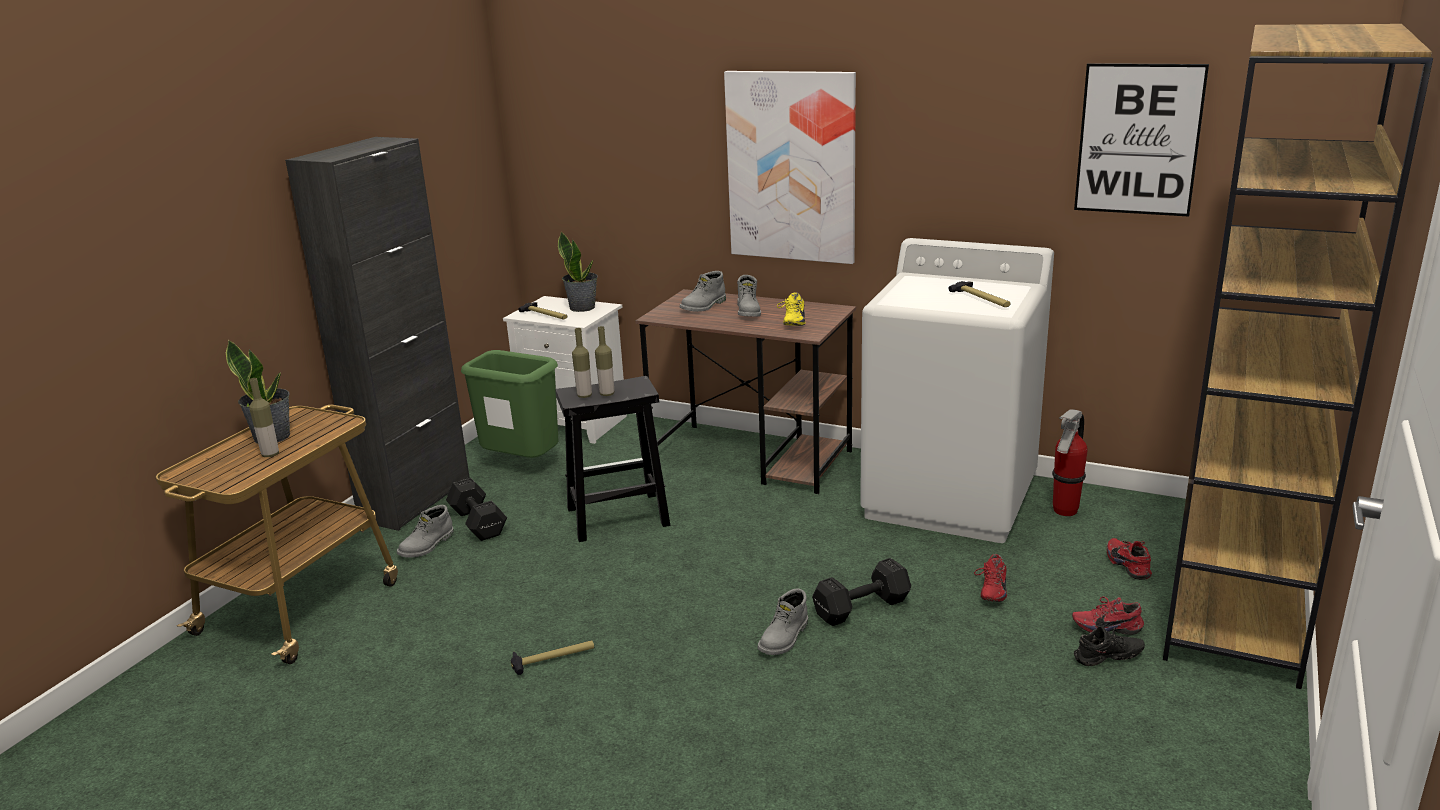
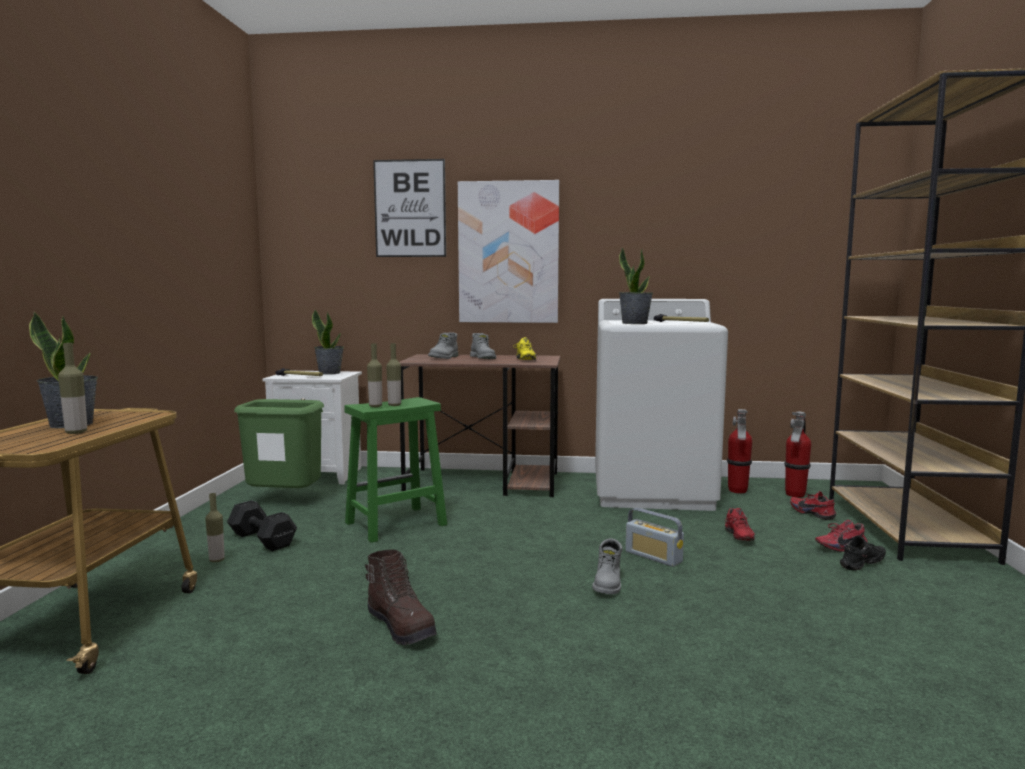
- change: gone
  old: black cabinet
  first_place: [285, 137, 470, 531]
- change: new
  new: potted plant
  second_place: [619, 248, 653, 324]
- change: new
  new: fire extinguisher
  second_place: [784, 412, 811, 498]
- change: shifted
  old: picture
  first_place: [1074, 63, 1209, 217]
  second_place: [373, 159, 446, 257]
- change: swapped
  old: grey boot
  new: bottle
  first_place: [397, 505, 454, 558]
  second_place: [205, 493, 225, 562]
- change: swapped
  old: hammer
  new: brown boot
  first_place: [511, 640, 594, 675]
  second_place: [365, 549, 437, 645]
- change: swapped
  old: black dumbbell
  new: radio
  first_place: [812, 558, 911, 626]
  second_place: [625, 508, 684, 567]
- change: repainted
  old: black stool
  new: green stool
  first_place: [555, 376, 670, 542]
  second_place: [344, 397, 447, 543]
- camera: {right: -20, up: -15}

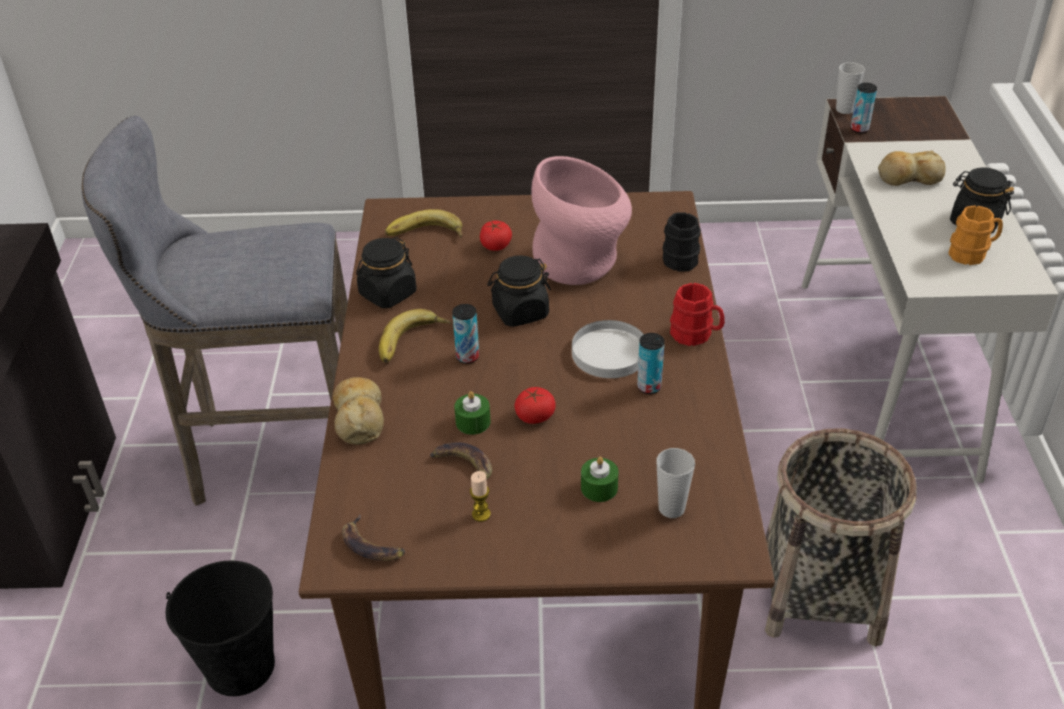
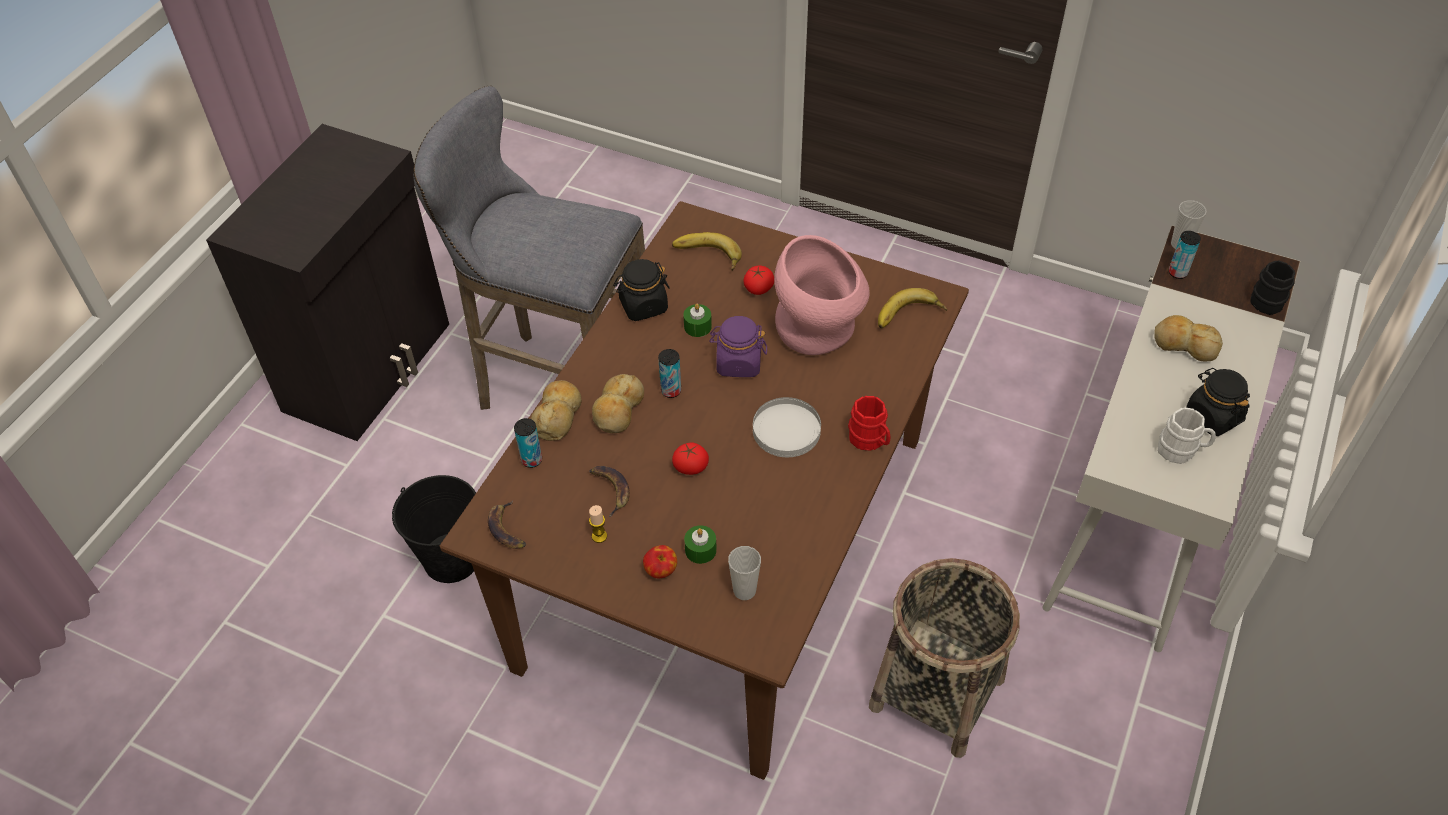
- change: new
  new: bread
  second_place: [592, 374, 644, 433]
- change: new
  new: apple
  second_place: [643, 545, 677, 578]
- change: shifted
  old: banana
  first_place: [379, 309, 451, 363]
  second_place: [878, 288, 947, 328]
- change: shifted
  old: green candle
  first_place: [454, 391, 491, 435]
  second_place: [683, 303, 712, 337]
- change: shifted
  old: can
  first_place: [637, 333, 665, 394]
  second_place: [514, 418, 542, 468]
- change: shifted
  old: black mug
  first_place: [663, 212, 701, 271]
  second_place: [1250, 260, 1295, 315]
- change: repainted
  old: black jar
  new: purple jar
  first_place: [487, 255, 551, 327]
  second_place: [709, 316, 767, 377]
- change: repainted
  old: orange mug
  new: white mug
  first_place: [949, 205, 1003, 265]
  second_place: [1158, 407, 1216, 464]
- camera: {right: 25, up: 10}

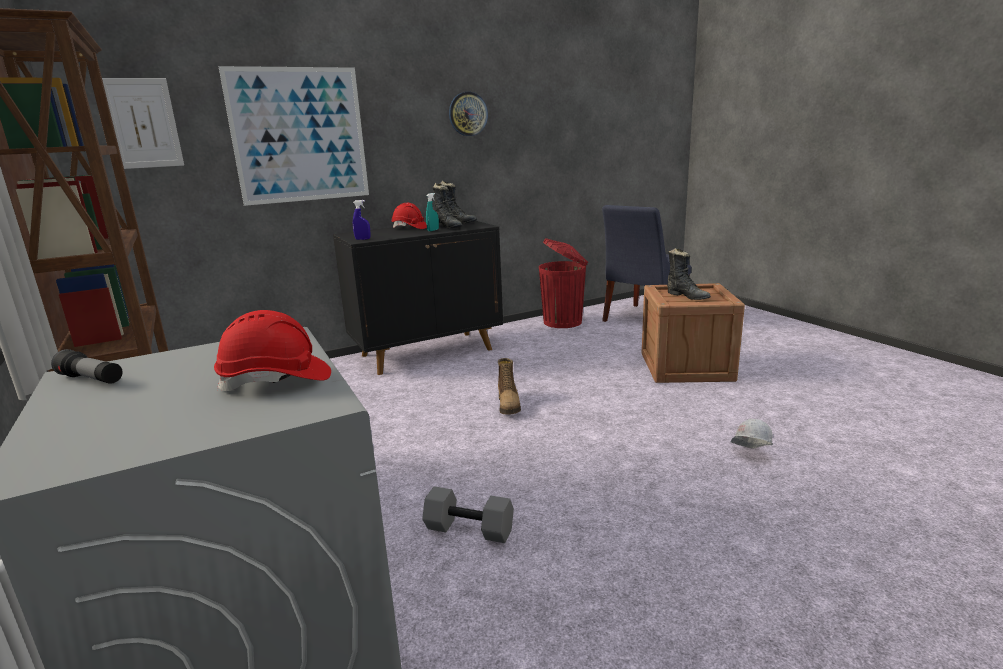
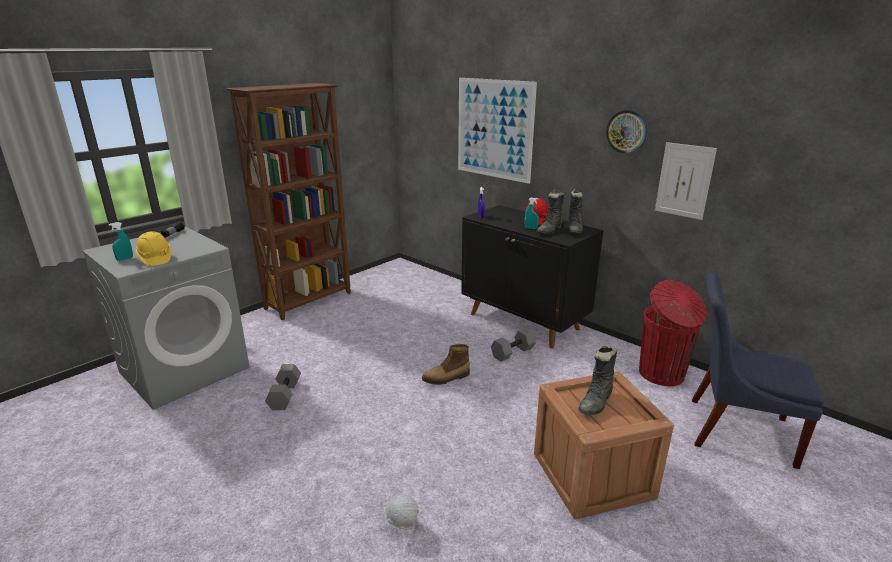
- change: new
  new: turquoise spray bottle
  second_place: [108, 222, 133, 261]
- change: new
  new: grey dumbbell
  second_place: [491, 328, 536, 362]
- change: shifted
  old: picture
  first_place: [102, 78, 184, 169]
  second_place: [655, 142, 717, 220]
- change: repainted
  old: red hard hat
  new: yellow hard hat
  first_place: [214, 310, 331, 391]
  second_place: [136, 231, 171, 266]
- camera: {right: 70, up: 5}

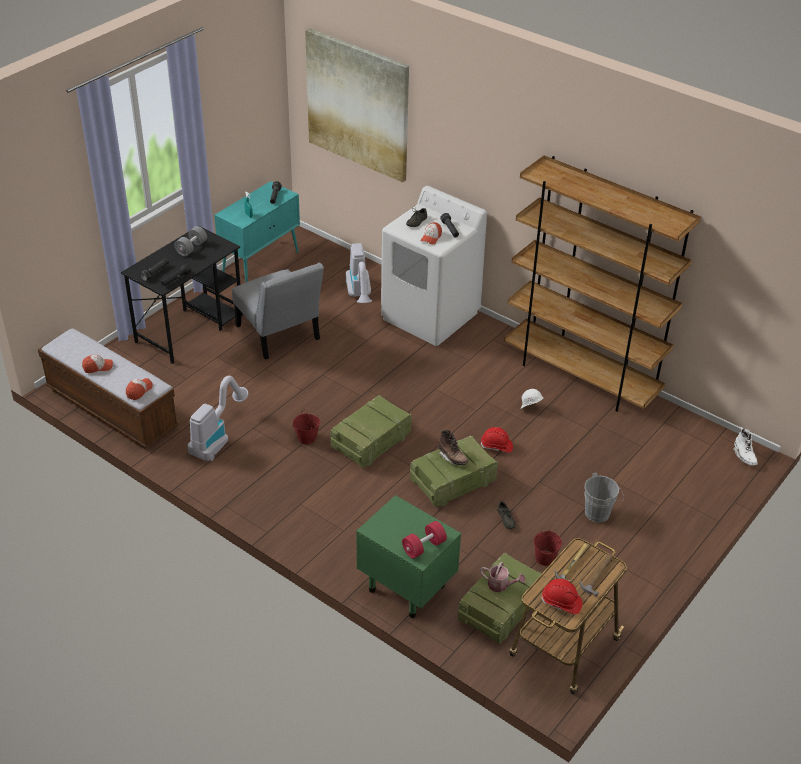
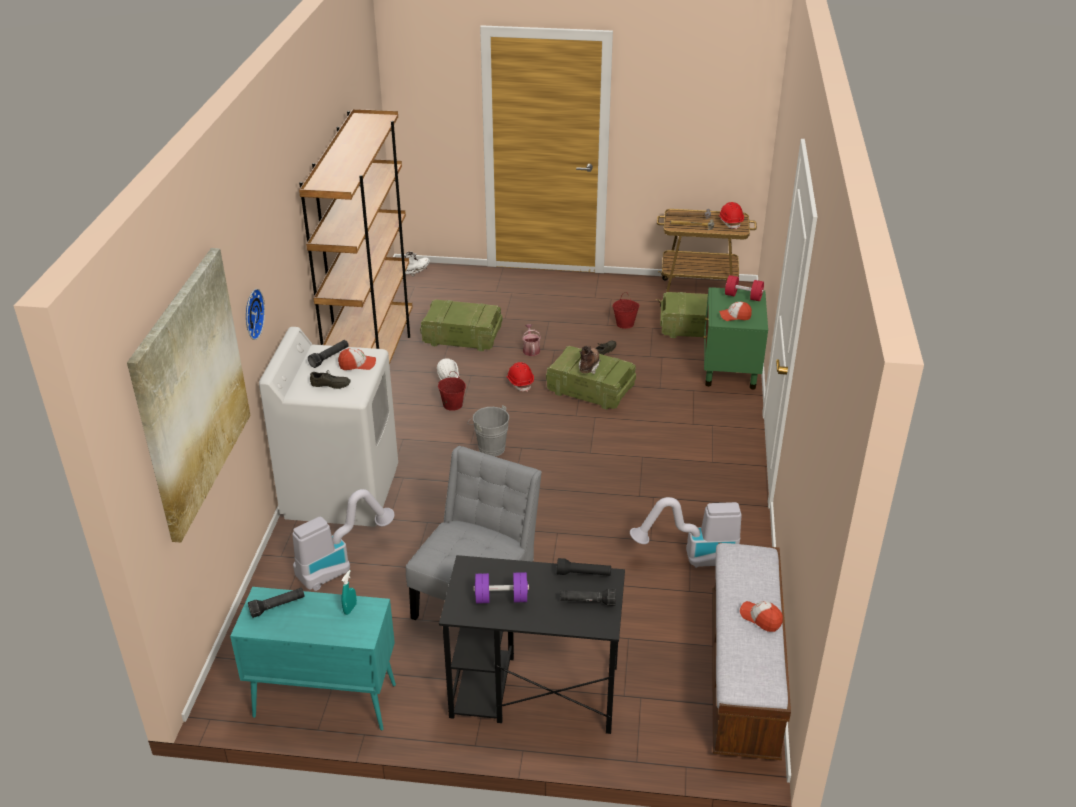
- change: new
  new: wall clock
  second_place: [246, 289, 265, 340]
- change: shifted
  old: cap
  first_place: [126, 378, 153, 400]
  second_place: [719, 302, 752, 321]
- change: shifted
  old: red bucket
  first_place: [292, 410, 320, 444]
  second_place: [438, 371, 466, 411]
- change: shifted
  old: crate
  first_place: [330, 395, 412, 468]
  second_place: [420, 299, 502, 351]
- change: shifted
  old: watering can
  first_place: [480, 562, 525, 592]
  second_place: [522, 324, 541, 356]
- change: shifted
  old: grey bucket
  first_place: [585, 473, 624, 523]
  second_place: [467, 405, 509, 457]
- change: repainted
  old: grey dumbbell
  new: purple dumbbell
  first_place: [175, 226, 207, 256]
  second_place: [473, 572, 529, 604]
- camera: {right: -120, up: -5}

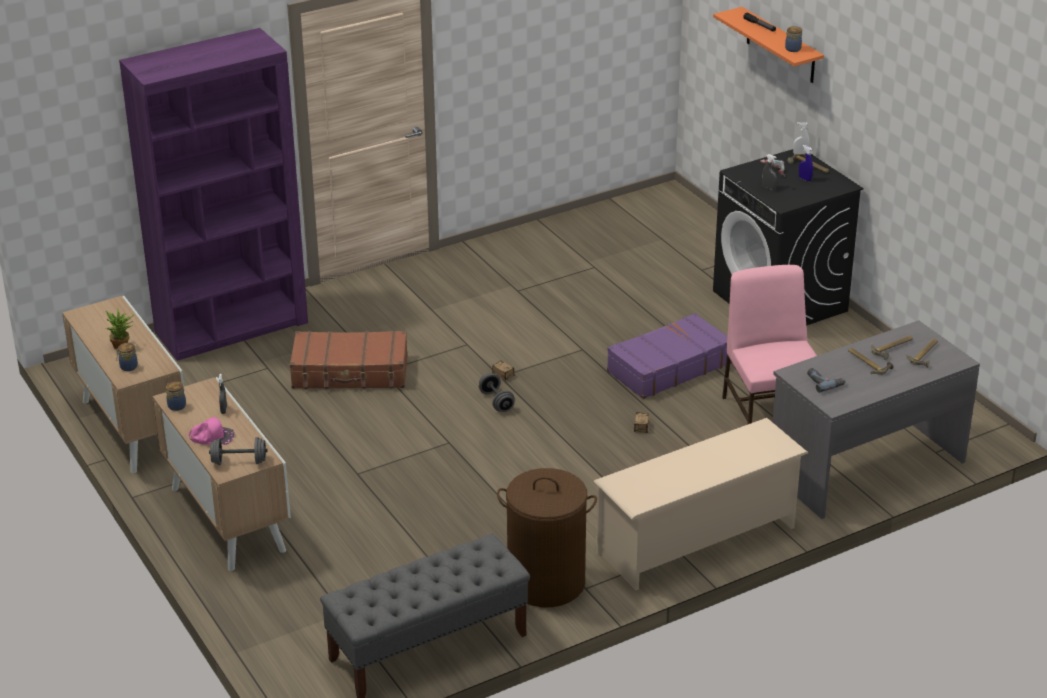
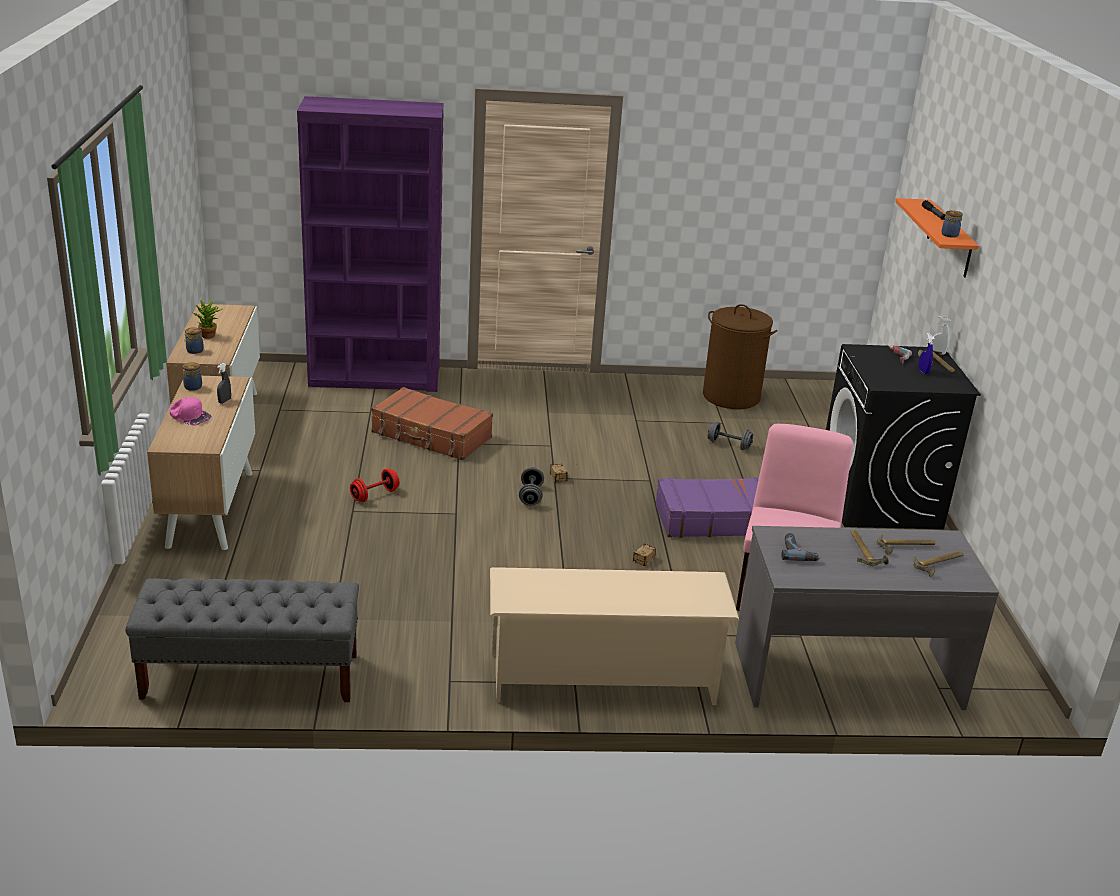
- change: gone
  old: grey spray bottle
  first_place: [762, 154, 777, 190]
- change: new
  new: red dumbbell
  second_place: [350, 469, 399, 502]
- change: shifted
  old: grey dumbbell
  first_place: [209, 437, 268, 465]
  second_place: [708, 422, 753, 450]
- change: shifted
  old: brown laundry basket
  first_place: [497, 468, 597, 607]
  second_place: [703, 304, 777, 409]
- camera: {right: 25, up: -5}

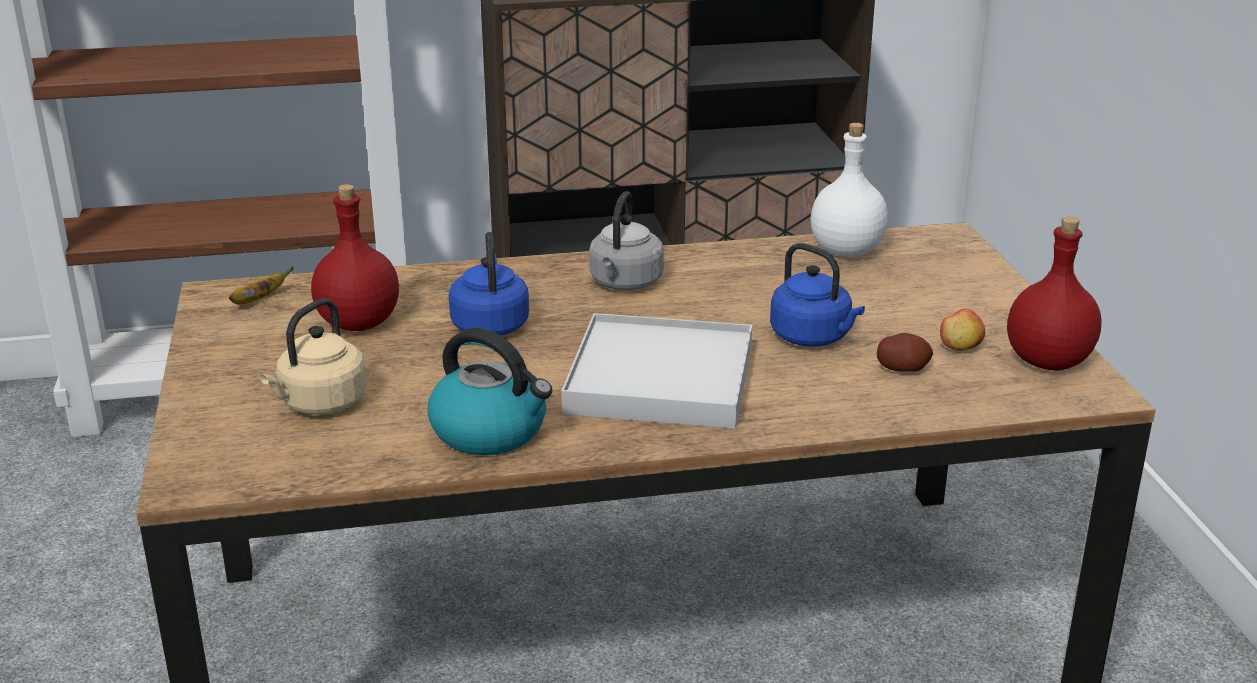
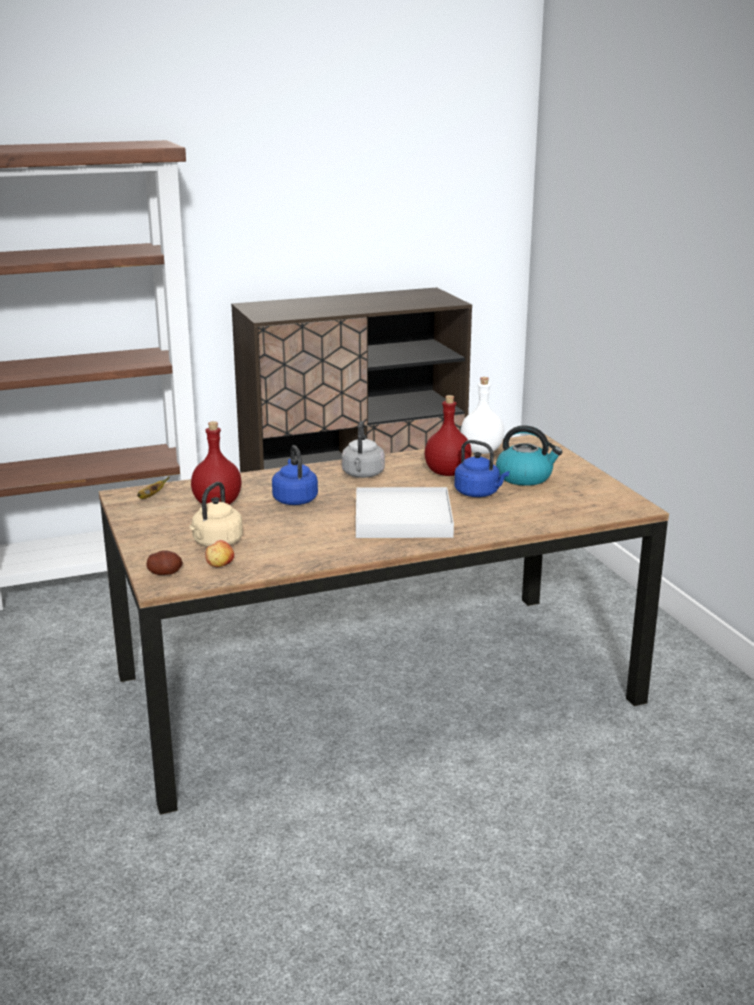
- change: shifted
  old: kettle
  first_place: [428, 328, 552, 455]
  second_place: [496, 425, 562, 486]
- change: shifted
  old: potato
  first_place: [877, 333, 933, 372]
  second_place: [147, 550, 183, 575]
- change: shifted
  old: apple
  first_place: [940, 309, 985, 350]
  second_place: [205, 540, 234, 567]
- change: shifted
  old: red bottle
  first_place: [1007, 217, 1102, 371]
  second_place: [424, 395, 472, 476]
- camera: {right: -10, up: -5}

